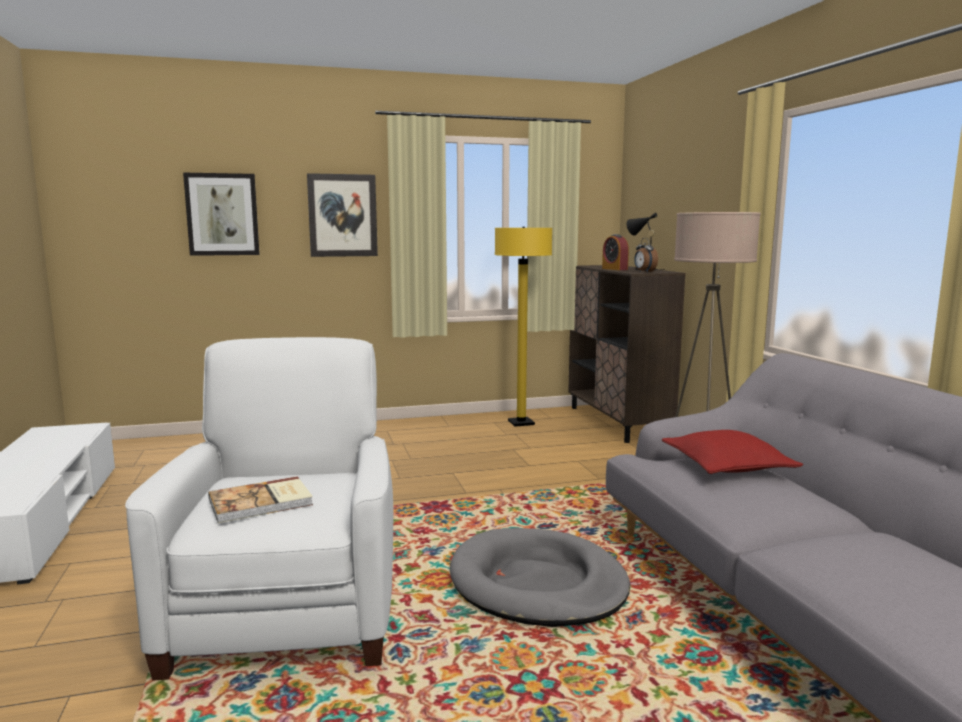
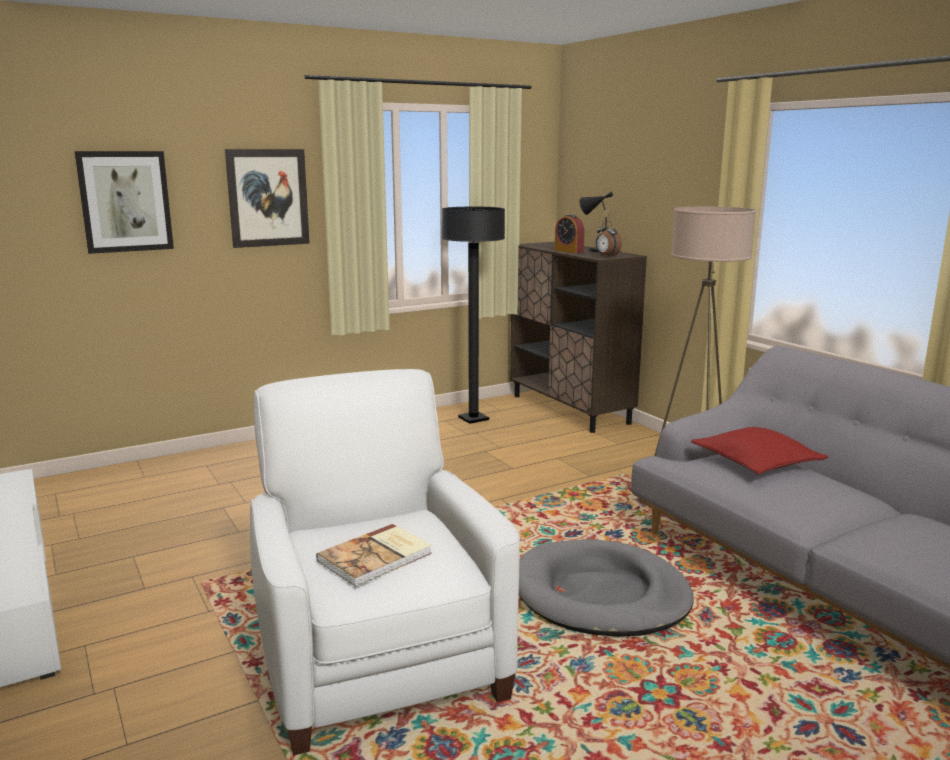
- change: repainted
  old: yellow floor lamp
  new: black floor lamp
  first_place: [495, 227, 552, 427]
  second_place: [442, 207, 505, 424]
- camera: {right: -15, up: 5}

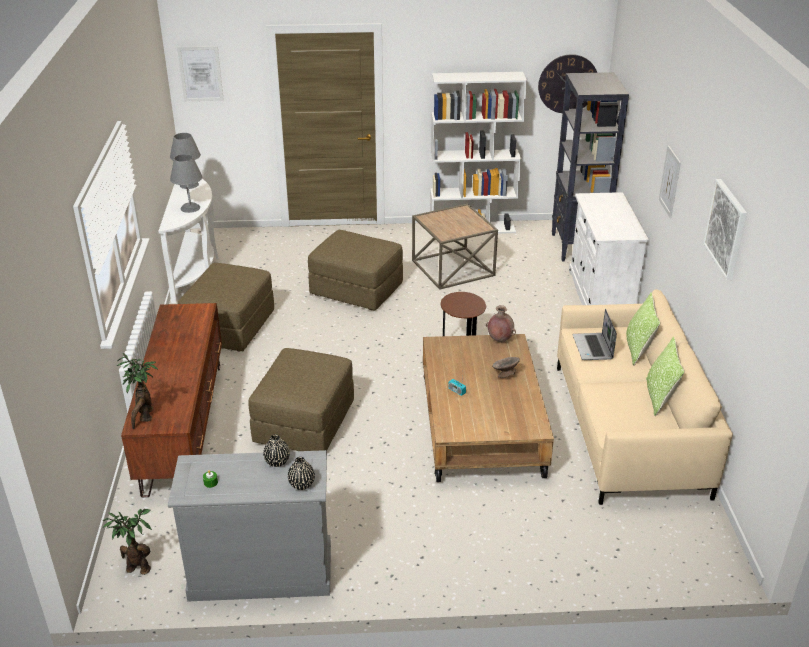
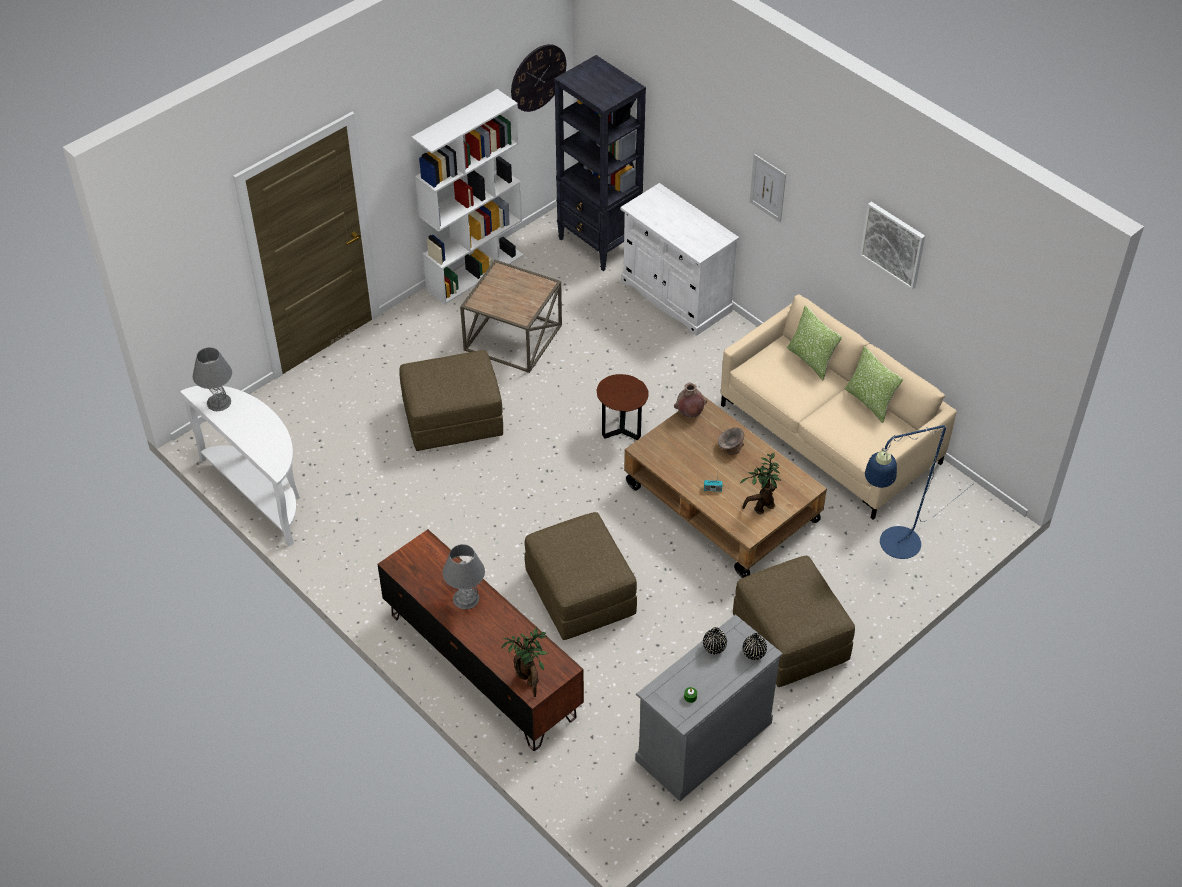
- change: gone
  old: picture
  first_place: [177, 46, 224, 101]
- change: gone
  old: laptop
  first_place: [573, 309, 617, 360]
- change: new
  new: blue floor lamp
  second_place: [865, 425, 974, 559]
- change: shifted
  old: potted plant
  first_place: [102, 509, 152, 575]
  second_place: [740, 453, 781, 514]
- change: shifted
  old: grey table lamp
  first_place: [170, 154, 202, 213]
  second_place: [442, 544, 485, 609]
- change: shifted
  old: brown ottoman
  first_place: [177, 263, 274, 351]
  second_place: [733, 556, 855, 687]
- camera: {right: -40, up: 15}

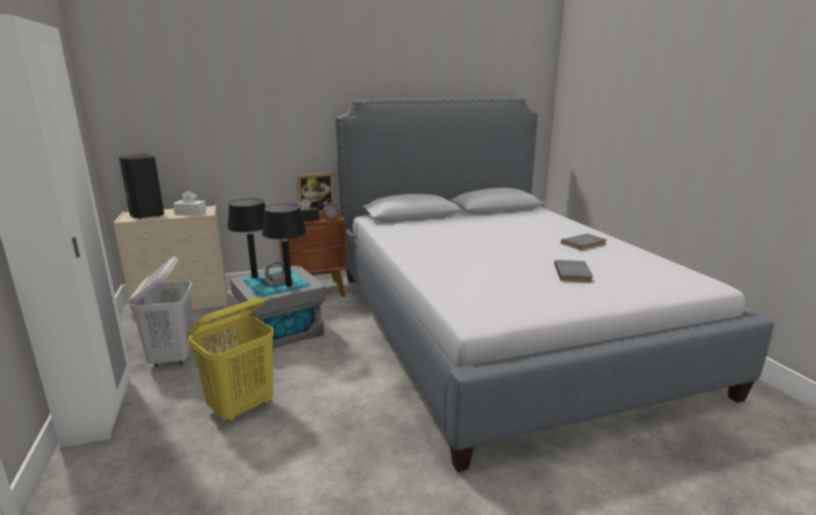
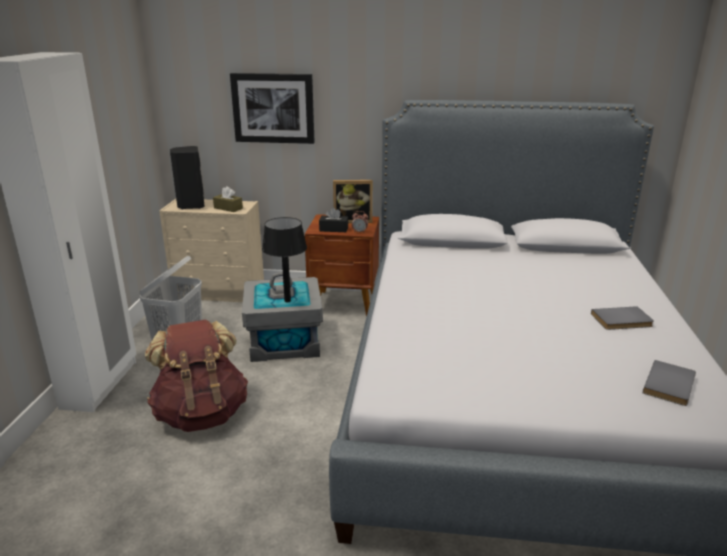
- change: gone
  old: black table lamp
  first_place: [227, 199, 265, 278]
- change: new
  new: picture
  second_place: [230, 73, 315, 144]
- change: shifted
  old: grey book
  first_place: [554, 260, 593, 282]
  second_place: [643, 360, 696, 406]
- change: swapped
  old: yellow laundry basket
  new: brown backpack
  first_place: [188, 297, 274, 423]
  second_place: [145, 319, 248, 432]
- change: repainted
  old: white tissue box
  new: brown tissue box
  first_place: [173, 191, 207, 215]
  second_place: [213, 186, 243, 212]
- camera: {right: 25, up: 5}

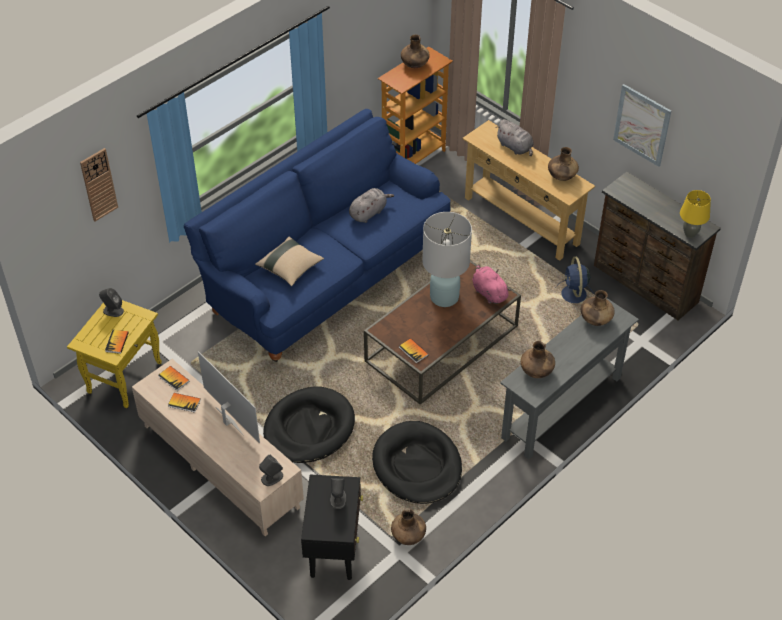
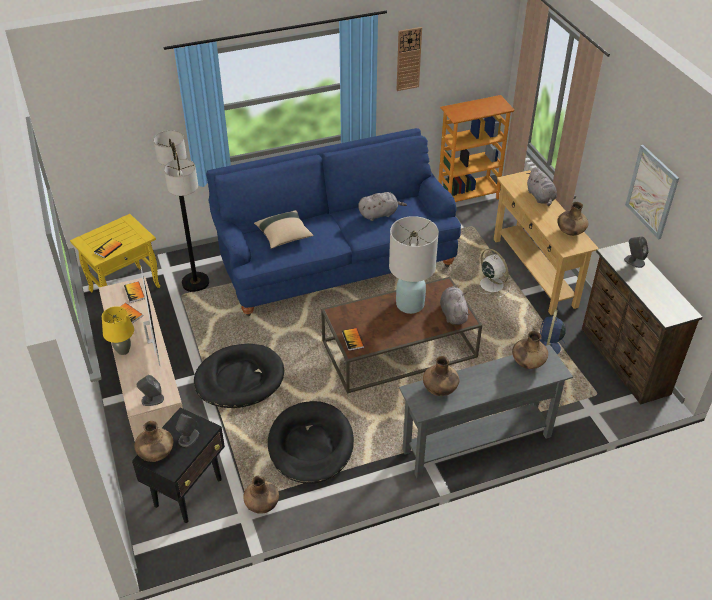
- change: new
  new: floor lamp
  second_place: [153, 131, 209, 292]
- change: new
  new: white fan
  second_place: [480, 249, 510, 298]
- change: shifted
  old: wall clock
  first_place: [80, 148, 118, 221]
  second_place: [397, 27, 422, 91]
- change: shifted
  old: grey speaker
  first_place: [99, 288, 124, 317]
  second_place: [624, 237, 649, 268]
- change: shifted
  old: brown vase
  first_place: [401, 35, 430, 68]
  second_place: [134, 421, 173, 462]
- change: shifted
  old: yellow table lamp
  first_place: [680, 190, 711, 238]
  second_place: [102, 306, 134, 355]
- change: repainted
  old: pink plush toy
  new: grey plush toy
  first_place: [472, 264, 511, 304]
  second_place: [440, 285, 470, 325]
- camera: {right: 25, up: -5}

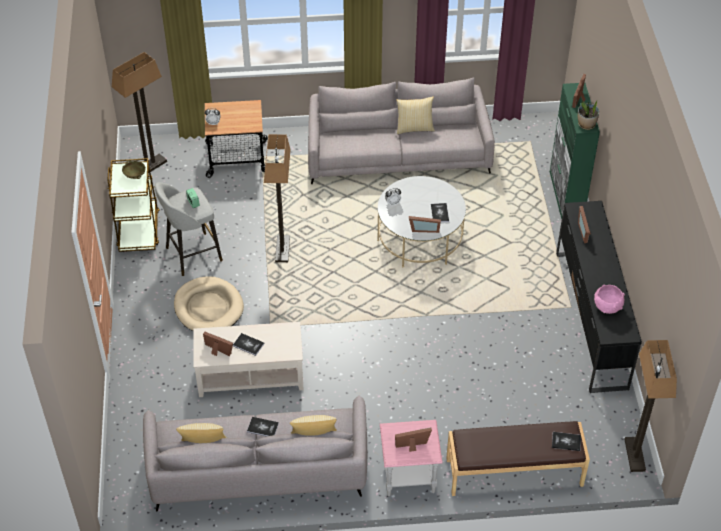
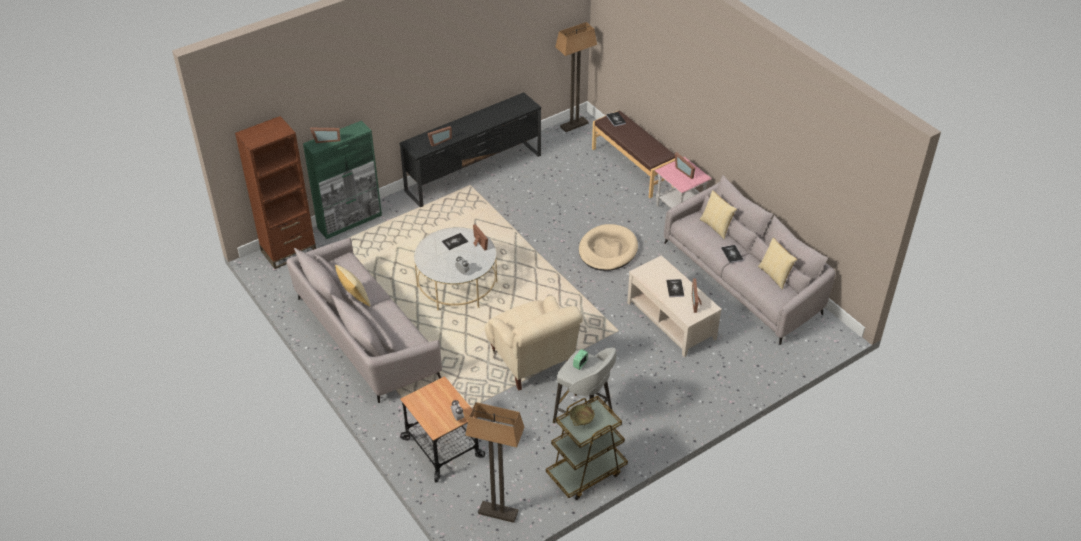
- change: gone
  old: potted plant
  first_place: [578, 100, 599, 130]
- change: gone
  old: pink bowl
  first_place: [594, 285, 625, 314]
- change: new
  new: brown bookcase
  second_place: [235, 116, 316, 269]
- change: shifted
  old: beige dog bed
  first_place: [174, 276, 244, 331]
  second_place: [579, 224, 638, 271]
- change: swapped
  old: floor lamp
  new: beige armchair
  first_place: [264, 134, 291, 262]
  second_place: [485, 296, 583, 390]
- camera: {right: -120, up: -5}

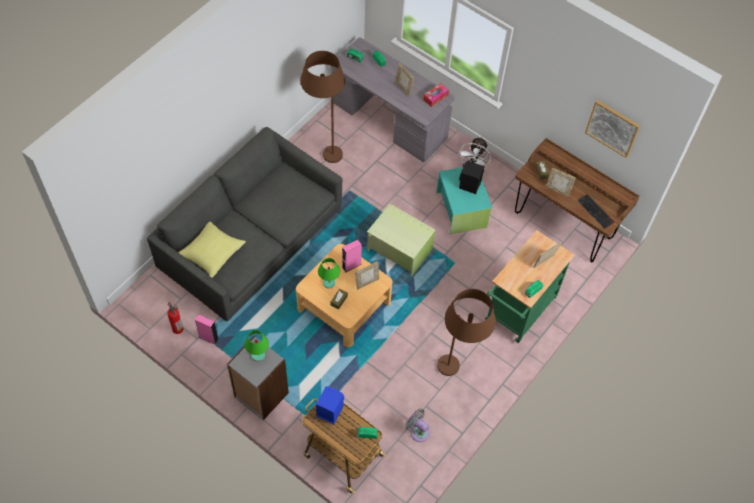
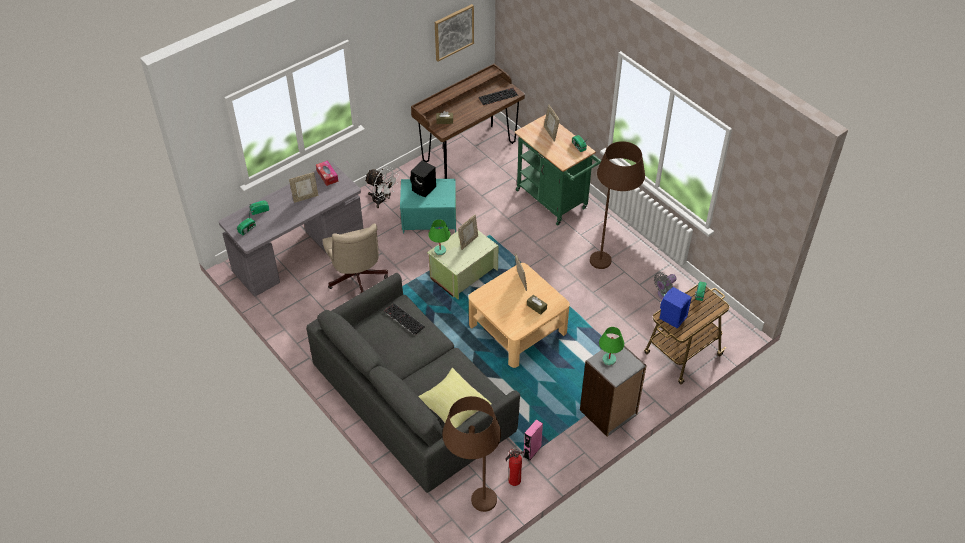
- change: gone
  old: pink speaker
  first_place: [342, 240, 362, 272]
- change: new
  new: beige office chair
  second_place: [323, 224, 388, 293]
- change: new
  new: keyboard
  second_place: [384, 303, 425, 335]
- change: shifted
  old: brown floor lamp
  first_place: [300, 51, 345, 163]
  second_place: [443, 396, 501, 512]
- change: shifted
  old: green table lamp
  first_place: [318, 258, 340, 289]
  second_place: [428, 219, 451, 255]
- change: shifted
  old: picture frame
  first_place: [546, 167, 576, 197]
  second_place: [458, 214, 478, 250]
- camera: {right: -75, up: -10}

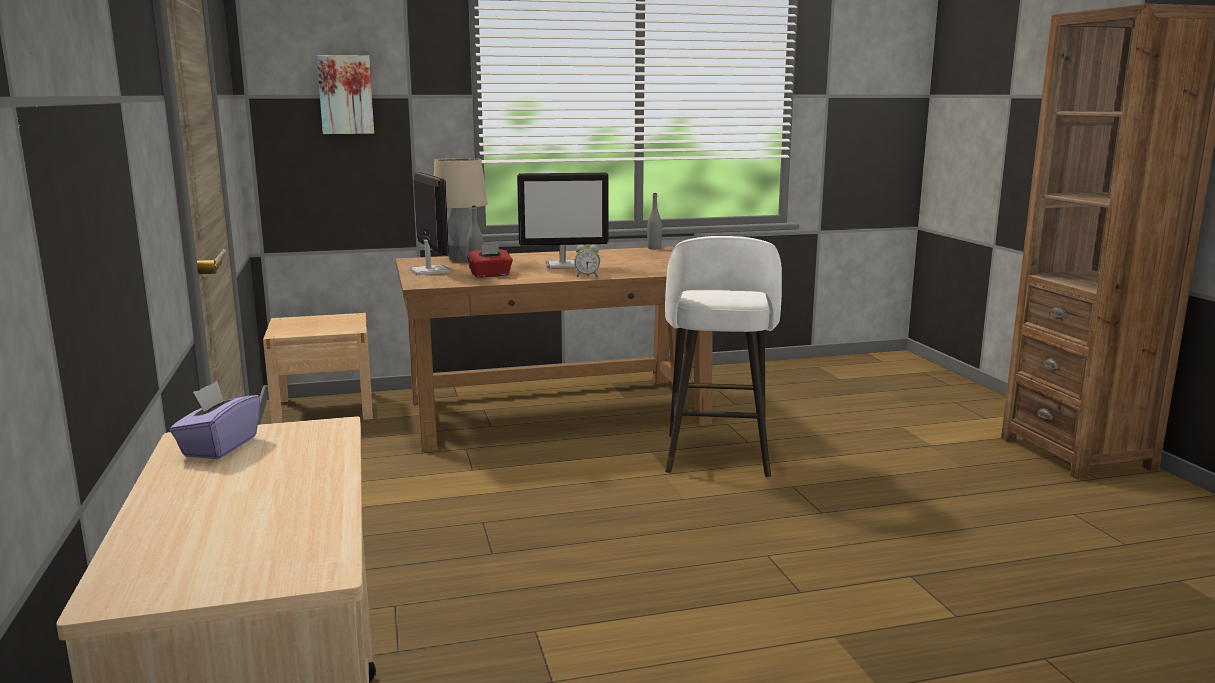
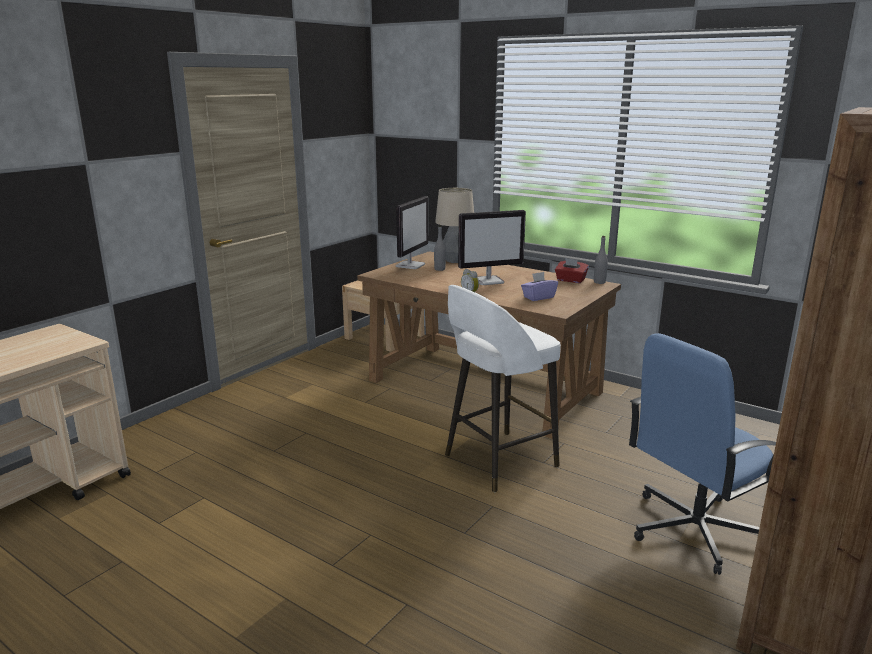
- change: gone
  old: picture
  first_place: [317, 55, 374, 134]
- change: new
  new: blue office chair
  second_place: [629, 333, 776, 575]
- change: shifted
  old: purple tissue box
  first_place: [170, 381, 260, 459]
  second_place: [521, 272, 558, 301]
- change: shifted
  old: red tissue box
  first_place: [467, 244, 513, 278]
  second_place: [555, 258, 589, 283]
- change: rotated
  old: monitor
  first_place: [517, 173, 608, 269]
  second_place: [458, 210, 526, 285]
  degrees: -60
- camera: {right: 50, up: 5}

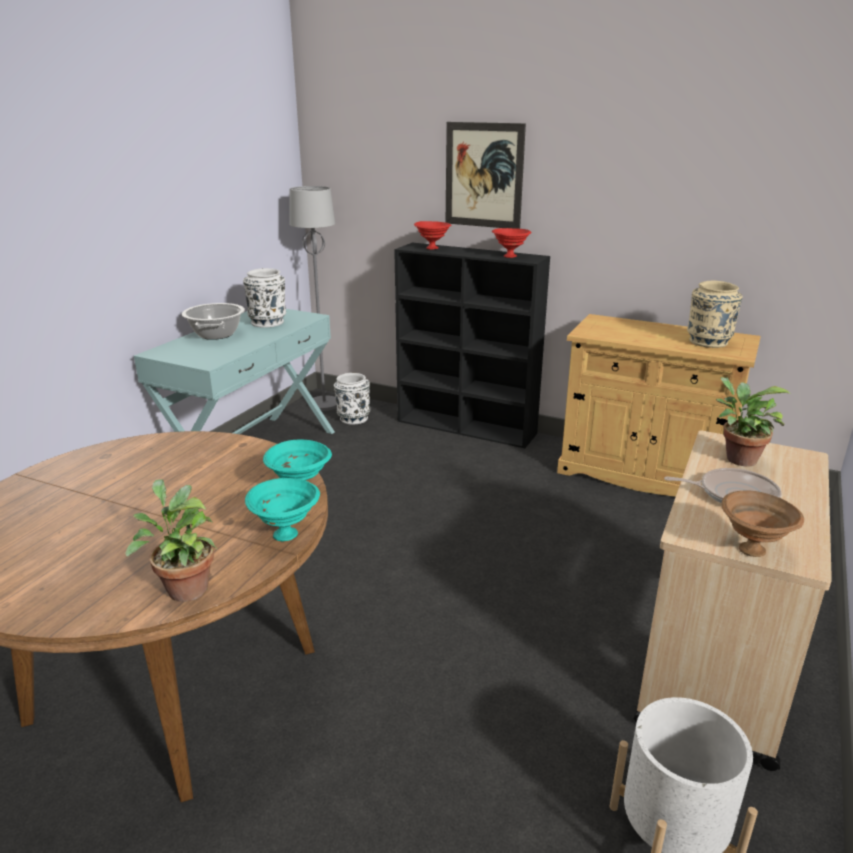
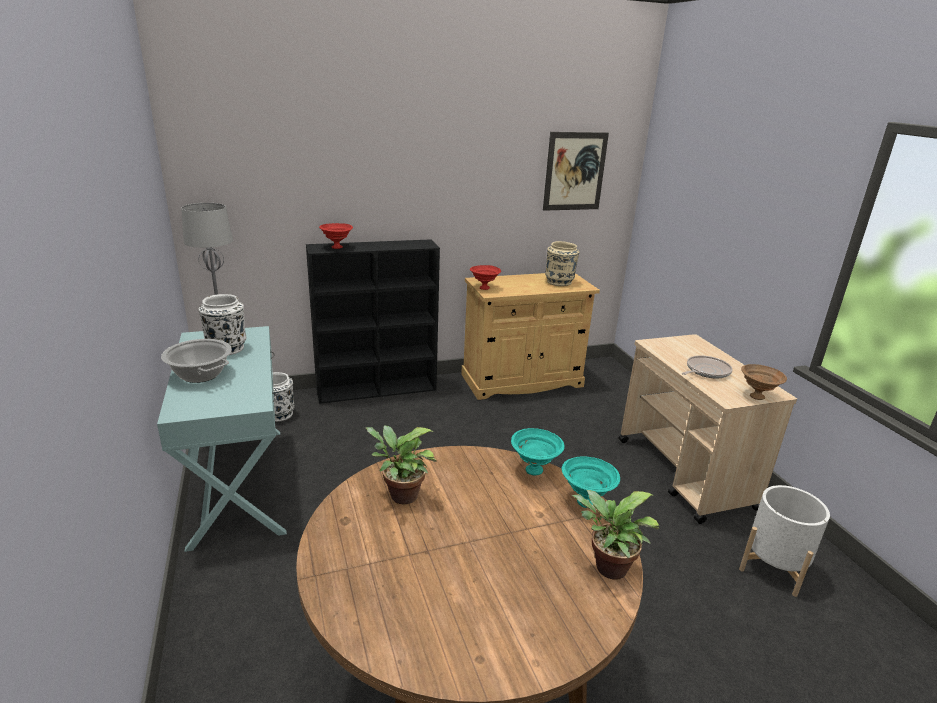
- change: shifted
  old: picture
  first_place: [446, 122, 526, 229]
  second_place: [543, 132, 609, 211]
- change: shifted
  old: red bowl
  first_place: [492, 228, 531, 258]
  second_place: [470, 265, 501, 290]
- change: shifted
  old: potted plant
  first_place: [716, 377, 791, 467]
  second_place: [366, 425, 437, 504]
- camera: {right: -45, up: 0}

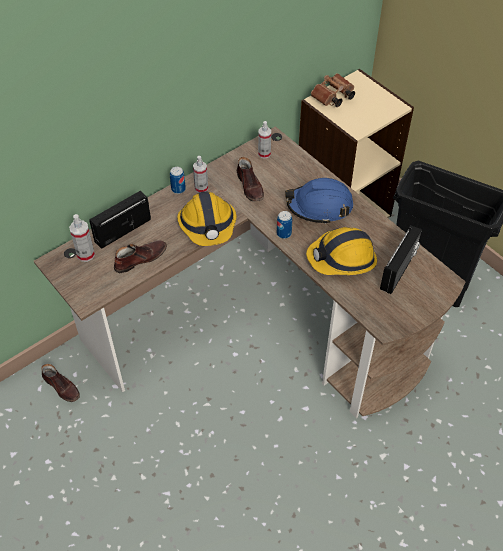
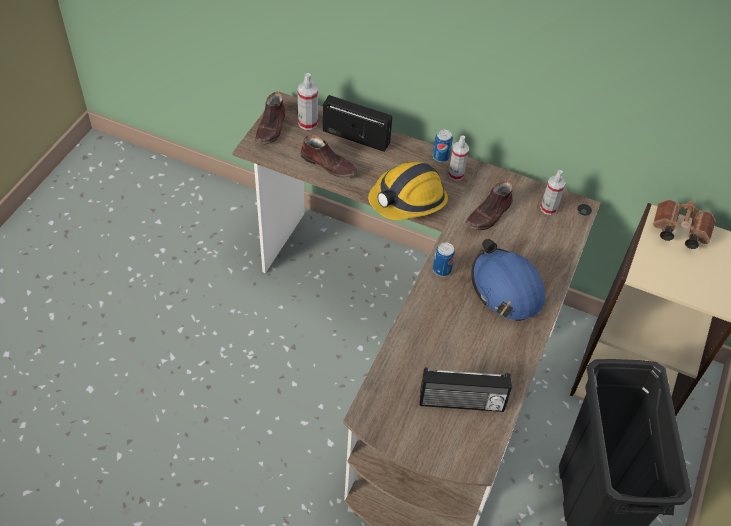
- change: gone
  old: hard hat
  first_place: [306, 227, 377, 275]
- change: shifted
  old: brown shoe
  first_place: [41, 364, 80, 402]
  second_place: [255, 92, 285, 144]
- camera: {right: 60, up: 0}

